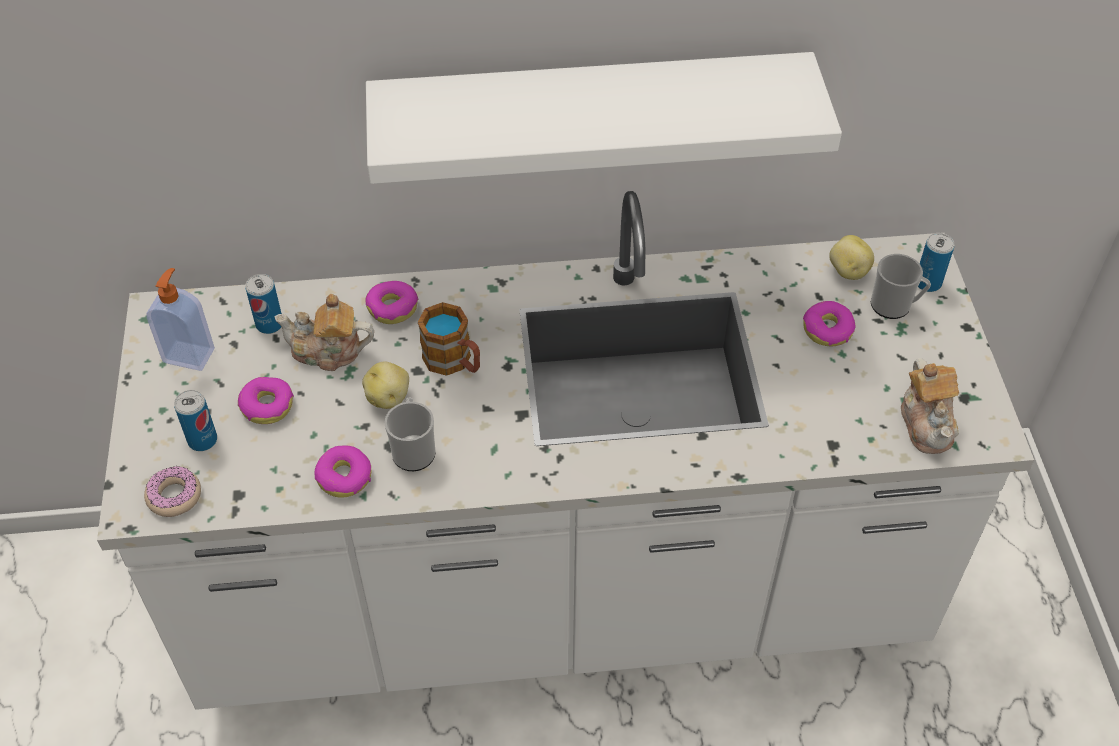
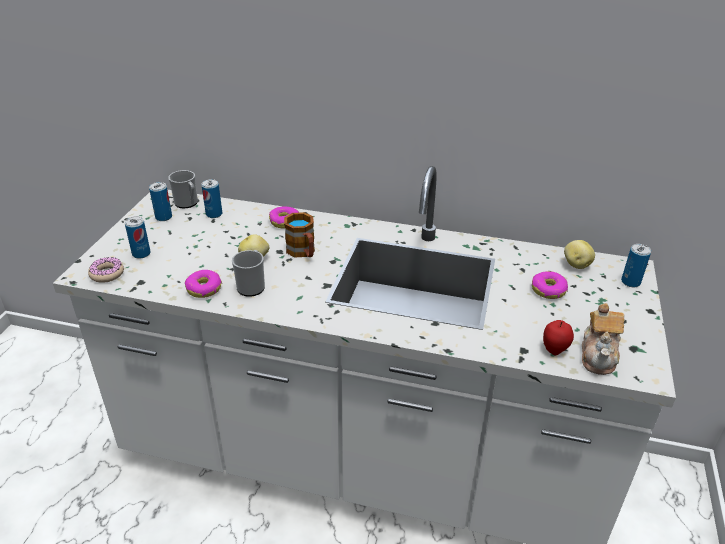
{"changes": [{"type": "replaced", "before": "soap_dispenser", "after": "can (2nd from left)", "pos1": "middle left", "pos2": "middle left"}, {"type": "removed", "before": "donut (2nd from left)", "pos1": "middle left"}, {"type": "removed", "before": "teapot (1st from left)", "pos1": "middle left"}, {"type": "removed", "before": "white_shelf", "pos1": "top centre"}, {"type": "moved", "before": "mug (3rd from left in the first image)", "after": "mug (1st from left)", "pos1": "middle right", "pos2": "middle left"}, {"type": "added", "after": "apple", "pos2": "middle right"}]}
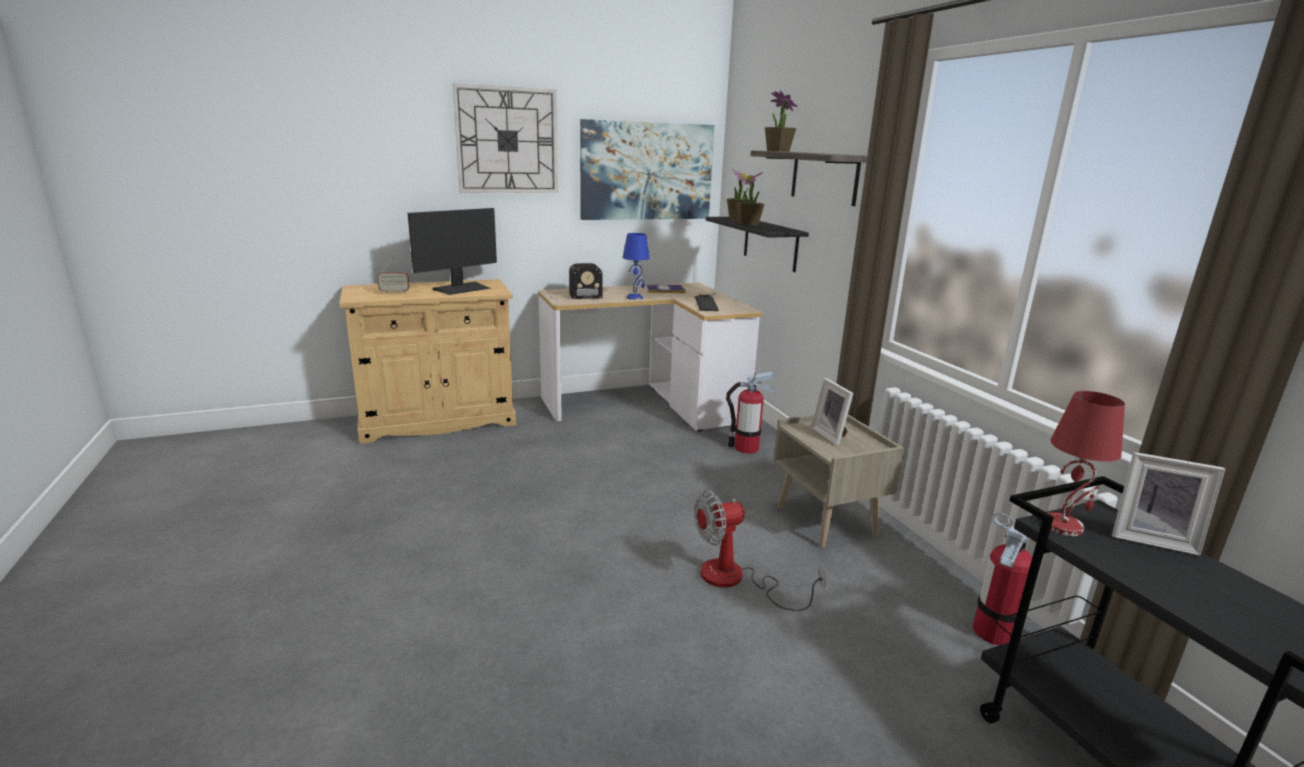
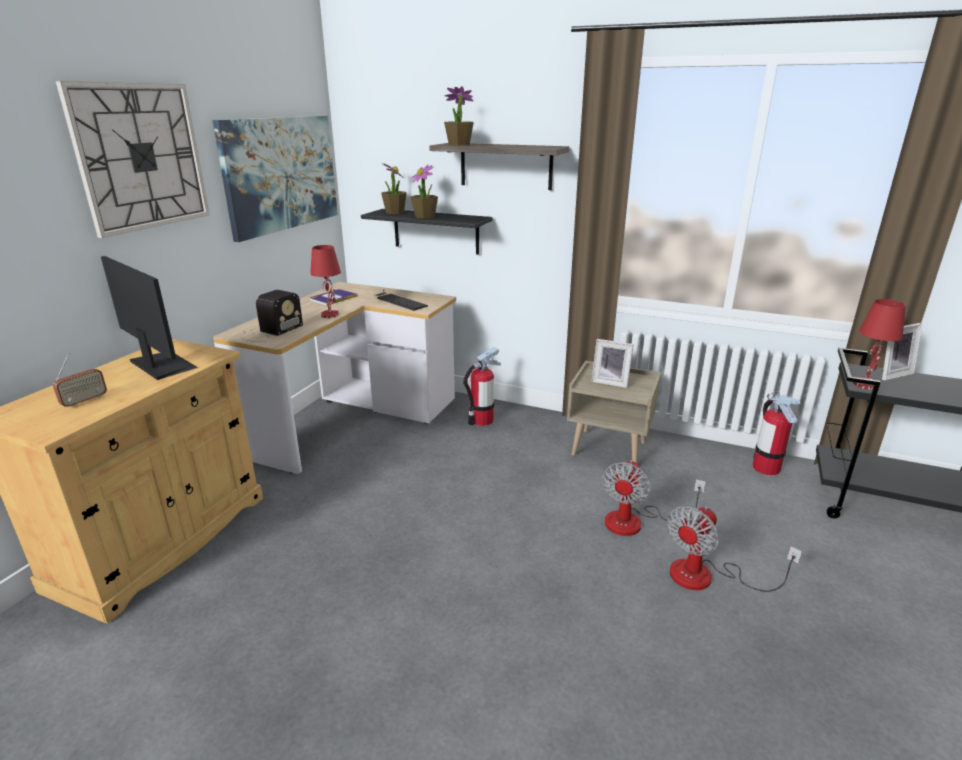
{"changes": [{"type": "turned", "before": "monitor", "pos1": "top centre", "pos2": "middle left", "turn": -45}, {"type": "recoloured", "before": "blue_table_lamp", "after": "red_table_lamp (1st from left)", "pos1": "centre", "pos2": "centre"}, {"type": "added", "after": "fan (2nd from left)", "pos2": "bottom right"}]}
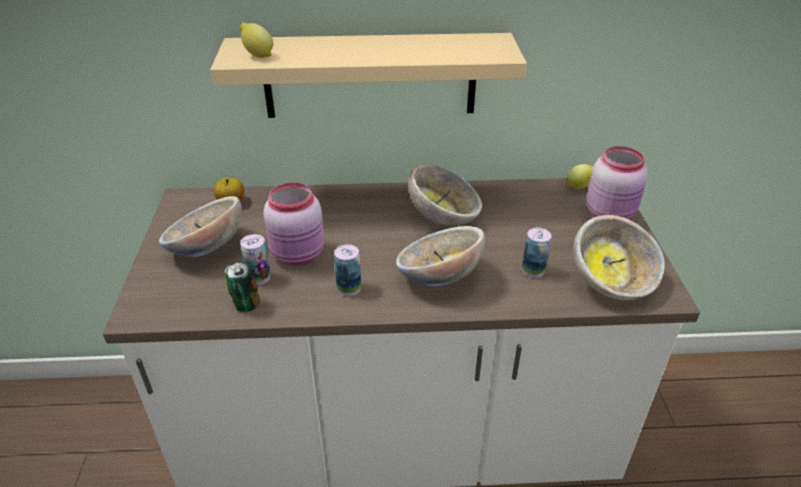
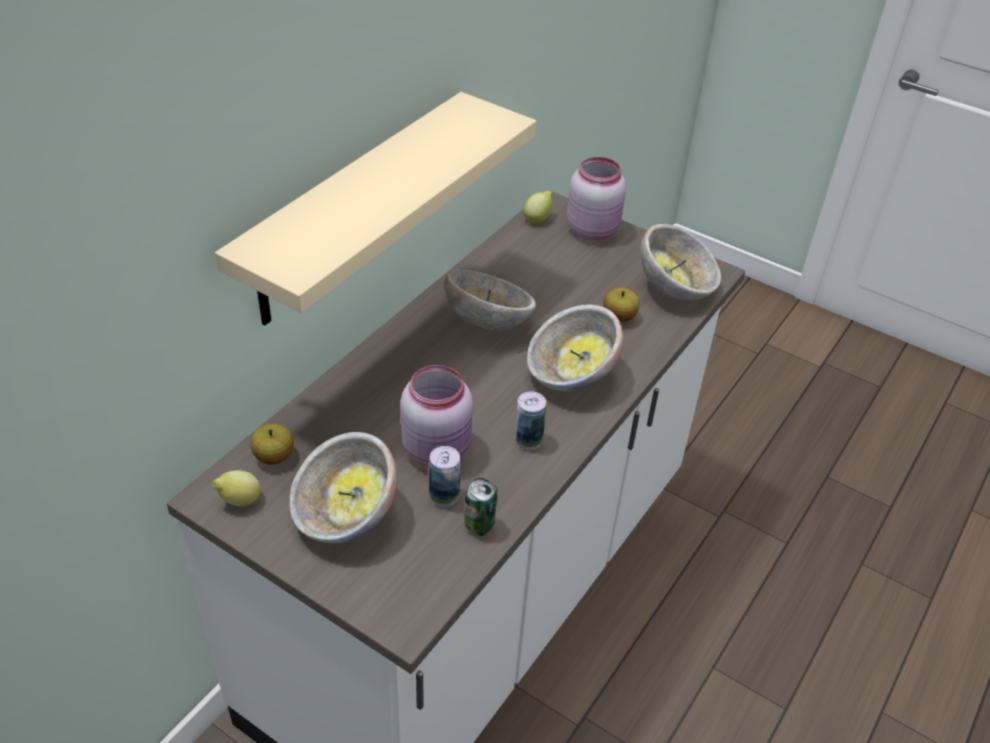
{"changes": [{"type": "moved", "before": "lemon (1st from left)", "pos1": "top left", "pos2": "middle left"}, {"type": "replaced", "before": "can (4th from left)", "after": "apple (2nd from left)", "pos1": "middle right", "pos2": "centre"}]}
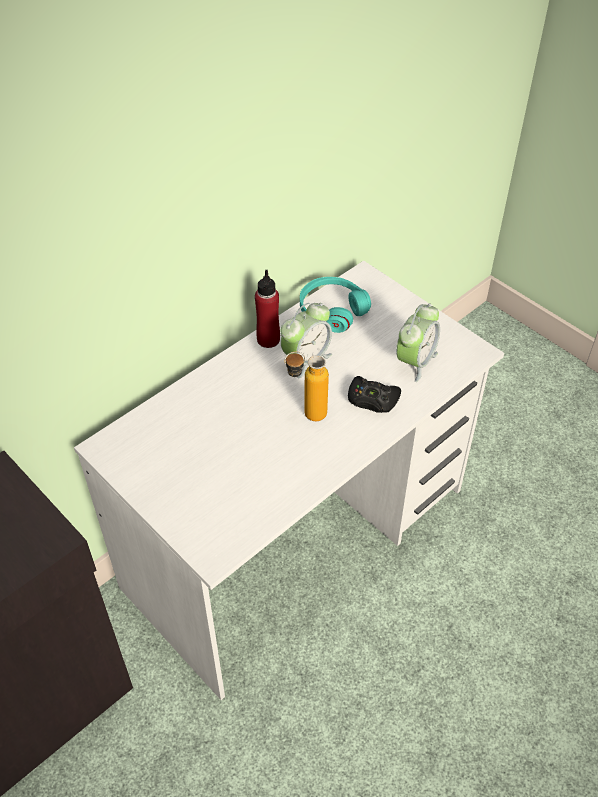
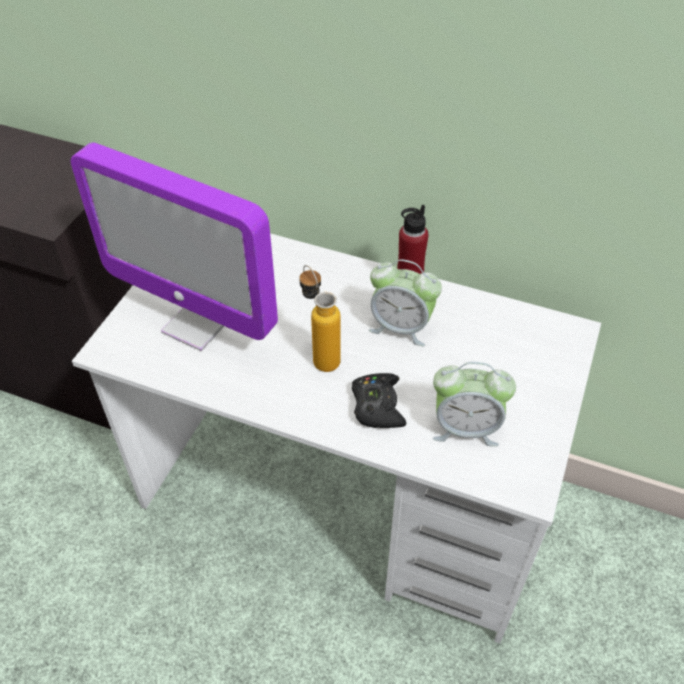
{"changes": [{"type": "removed", "before": "turquoise_headphones", "pos1": "centre"}, {"type": "added", "after": "monitor", "pos2": "middle left"}]}
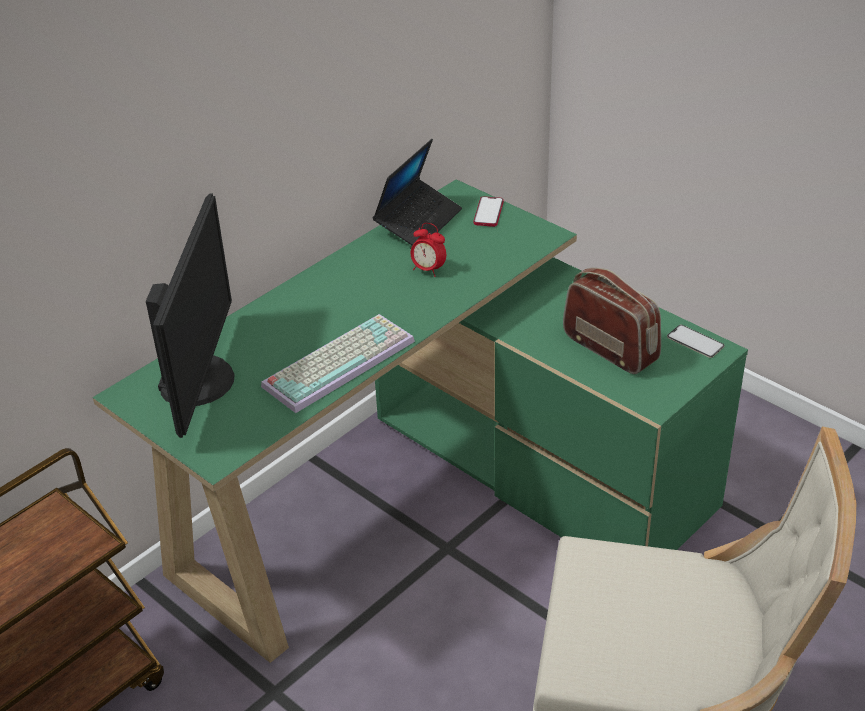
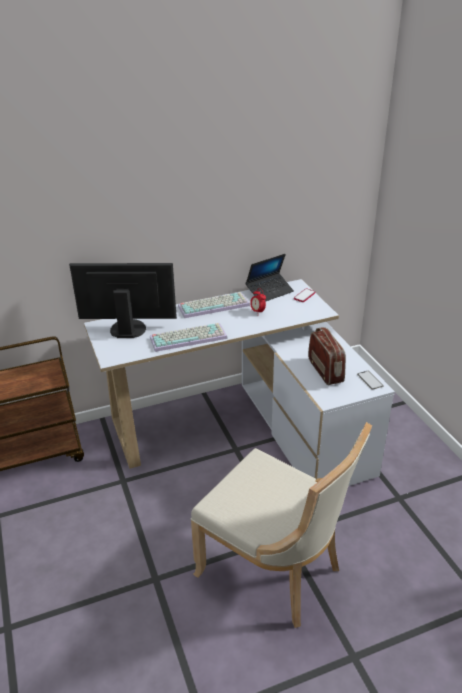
{"changes": [{"type": "recoloured", "before": "green_desk", "after": "white_desk", "pos1": "centre", "pos2": "centre"}, {"type": "turned", "before": "monitor", "pos1": "middle left", "pos2": "middle left", "turn": -120}, {"type": "added", "after": "keyboard (2nd from left)", "pos2": "centre"}]}
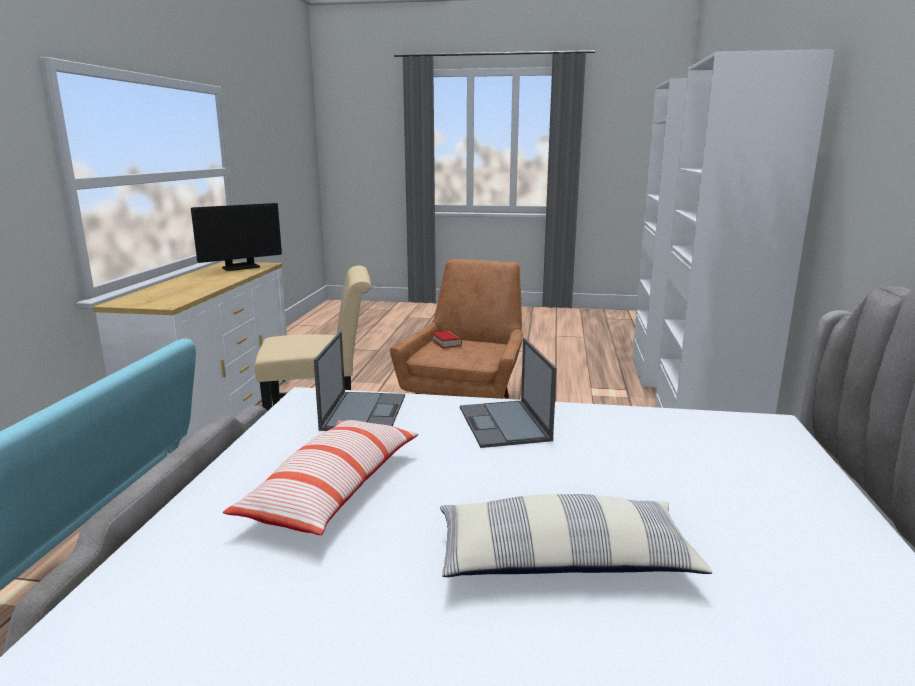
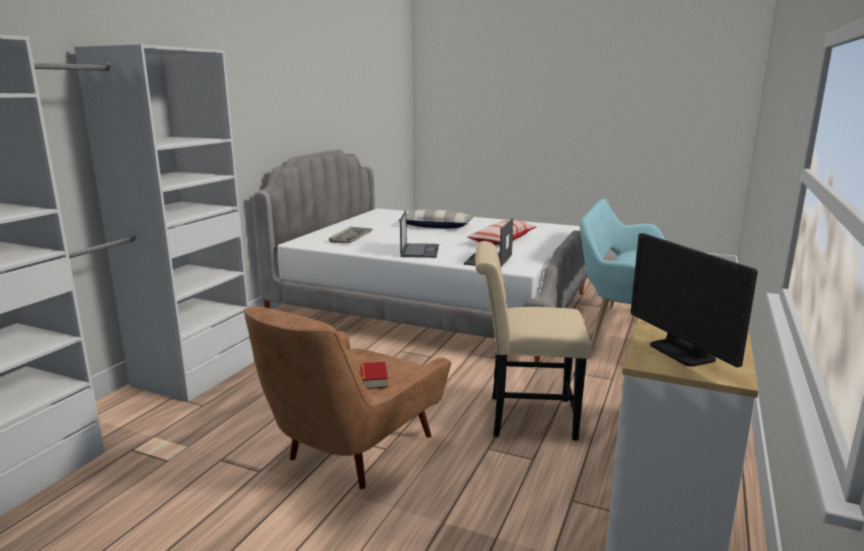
{"changes": [{"type": "turned", "before": "monitor", "pos1": "middle left", "pos2": "middle right", "turn": -90}, {"type": "added", "after": "keyboard", "pos2": "centre"}]}
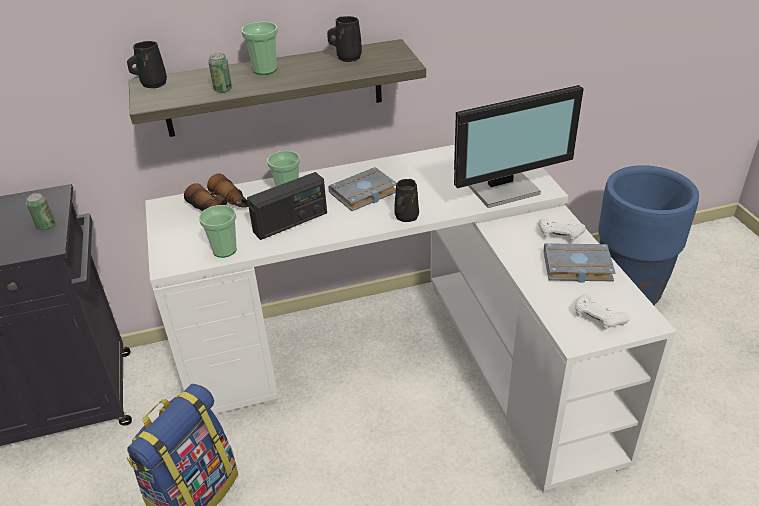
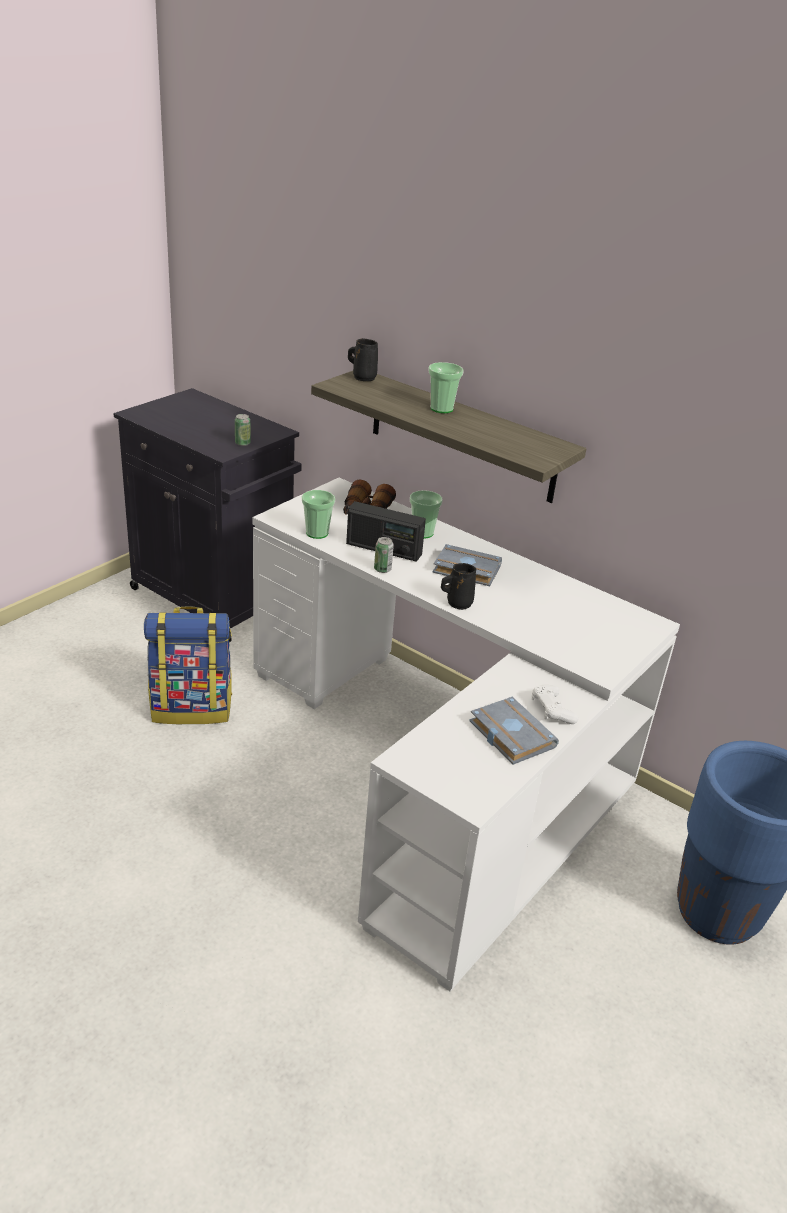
{"changes": [{"type": "moved", "before": "can (2nd from left)", "pos1": "top left", "pos2": "centre"}, {"type": "removed", "before": "black_mug (2nd from left)", "pos1": "top centre"}, {"type": "removed", "before": "monitor", "pos1": "top right"}, {"type": "removed", "before": "white_game_controller (2nd from left)", "pos1": "middle right"}]}
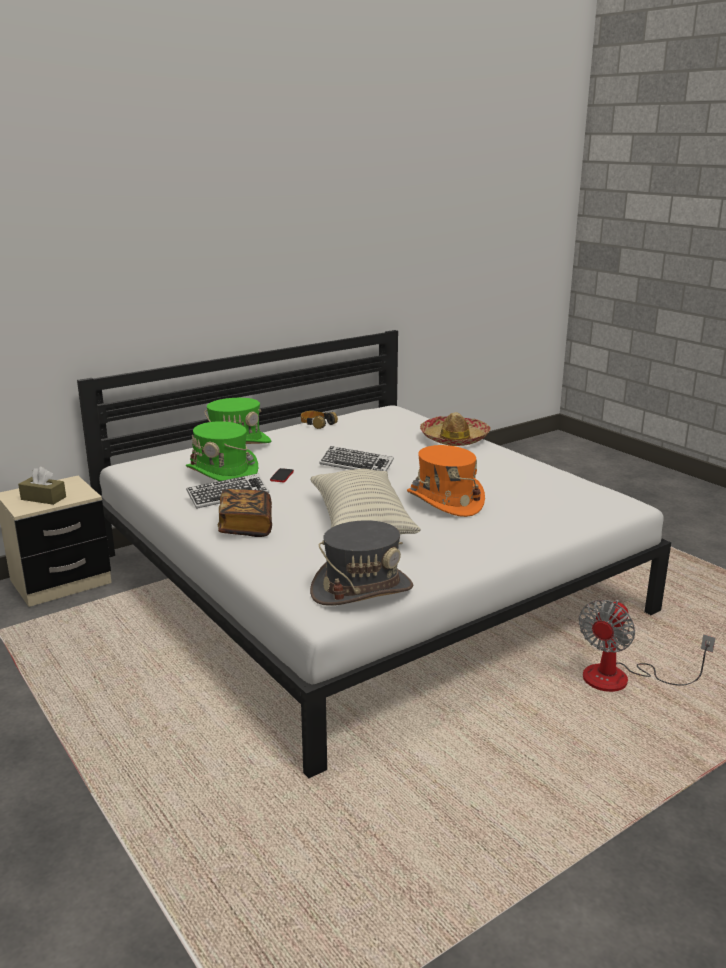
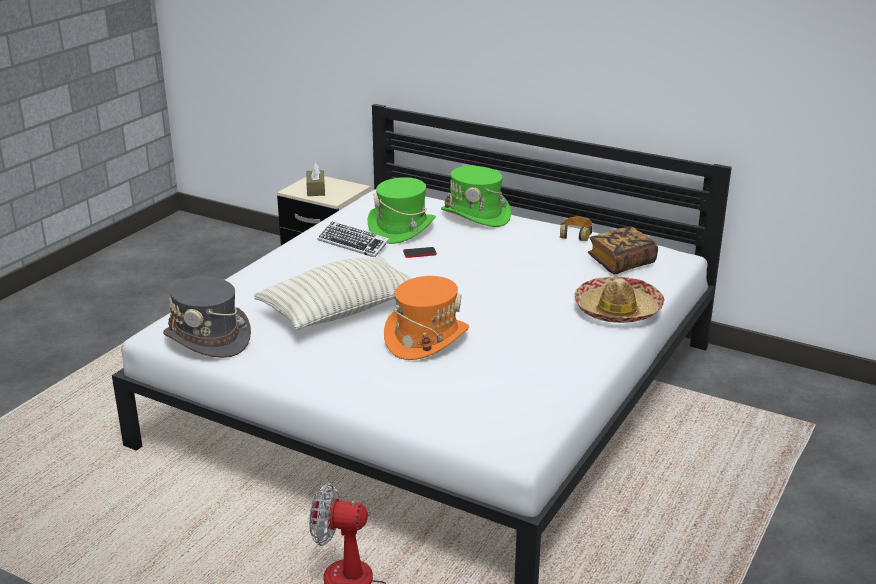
{"changes": [{"type": "moved", "before": "book", "pos1": "centre", "pos2": "middle right"}, {"type": "removed", "before": "keyboard (2nd from left)", "pos1": "centre"}]}
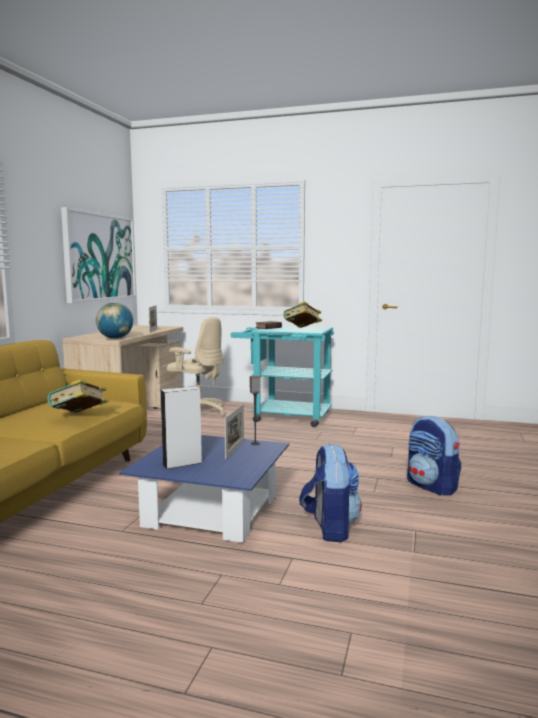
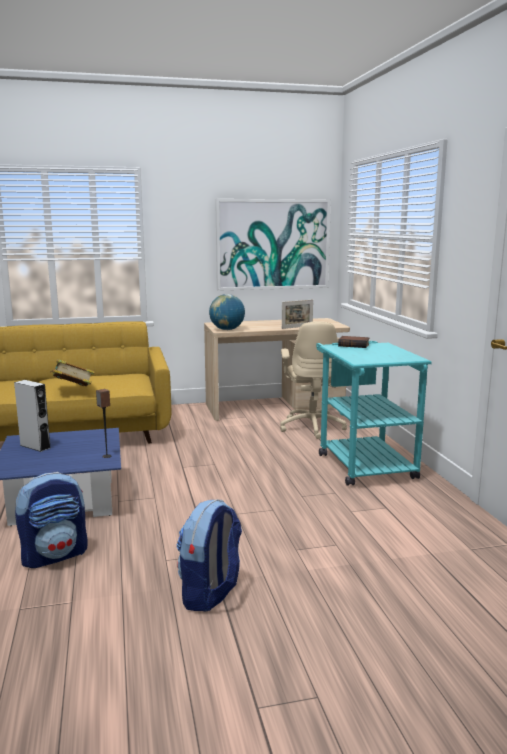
{"changes": [{"type": "removed", "before": "picture_frame (2nd from left)", "pos1": "centre"}, {"type": "removed", "before": "book (3rd from left)", "pos1": "centre"}]}
